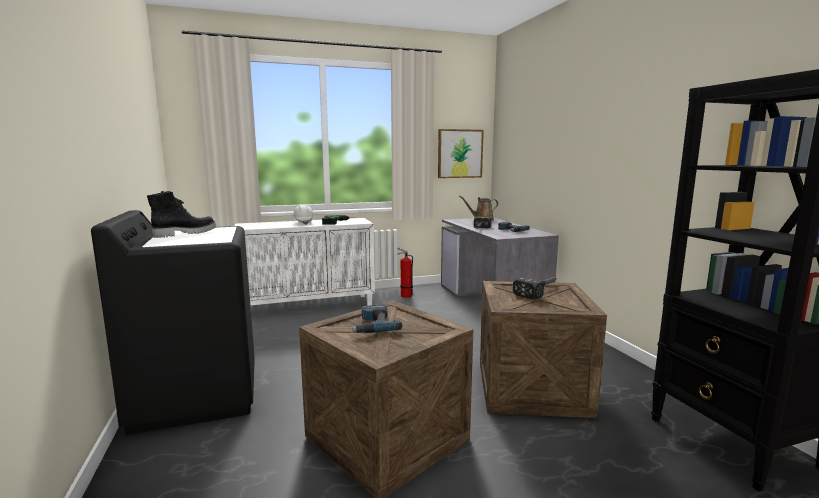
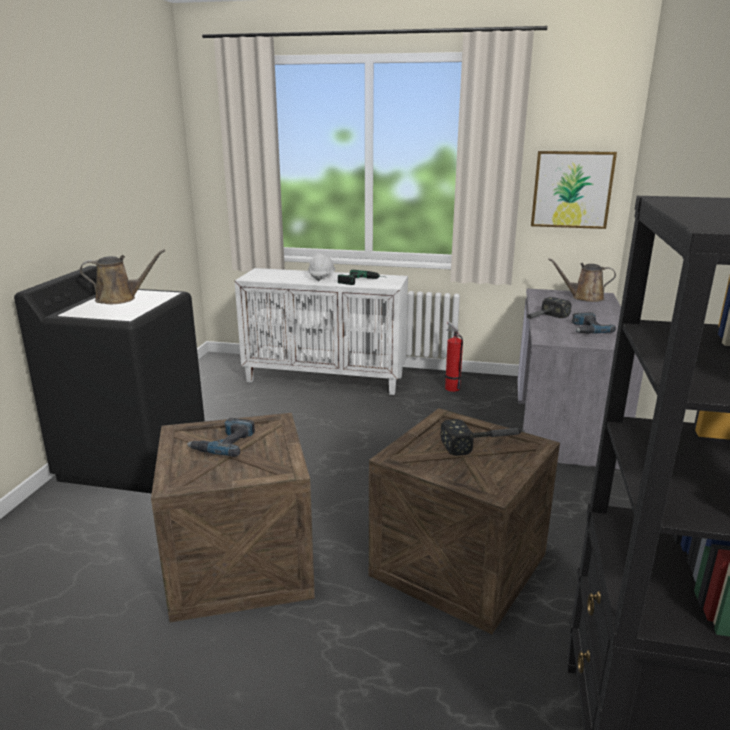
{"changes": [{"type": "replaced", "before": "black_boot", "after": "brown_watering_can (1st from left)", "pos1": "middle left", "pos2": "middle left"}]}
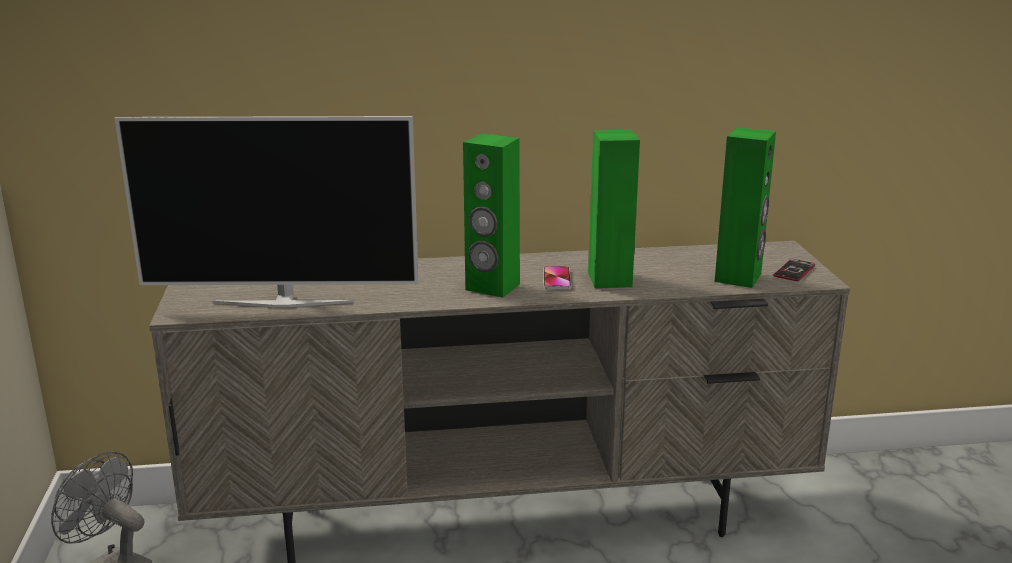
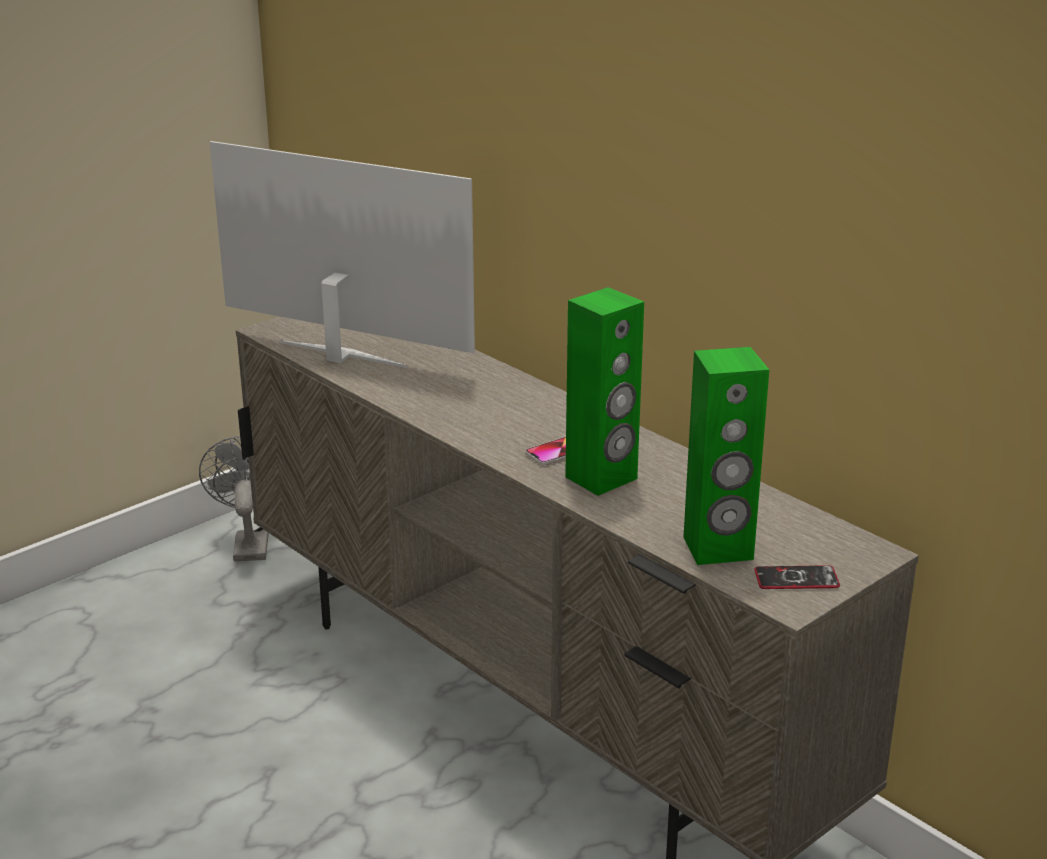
{"changes": [{"type": "turned", "before": "television", "pos1": "middle left", "pos2": "top left", "turn": 150}, {"type": "removed", "before": "green_speaker (1st from left)", "pos1": "centre"}]}
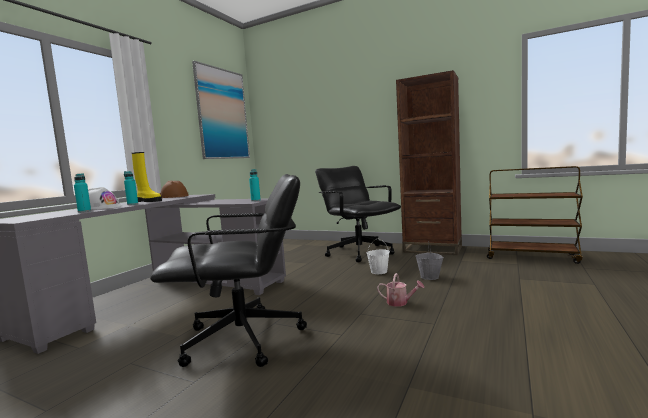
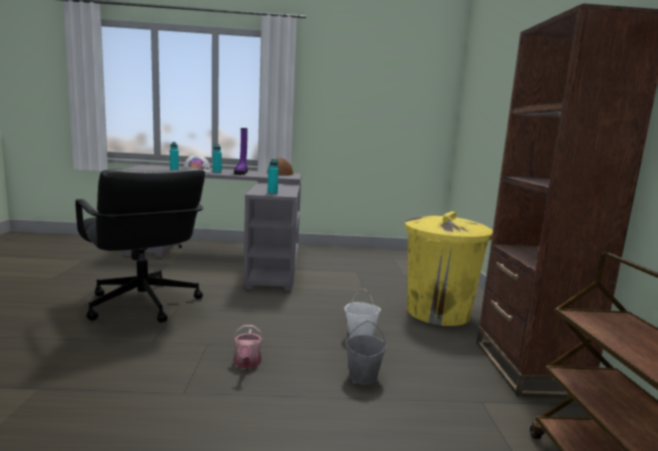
{"changes": [{"type": "recoloured", "before": "yellow_boot", "after": "purple_boot", "pos1": "middle left", "pos2": "centre"}, {"type": "removed", "before": "picture", "pos1": "top centre"}, {"type": "replaced", "before": "black_office_chair (2nd from left)", "after": "yellow_trash_can", "pos1": "centre", "pos2": "middle right"}]}
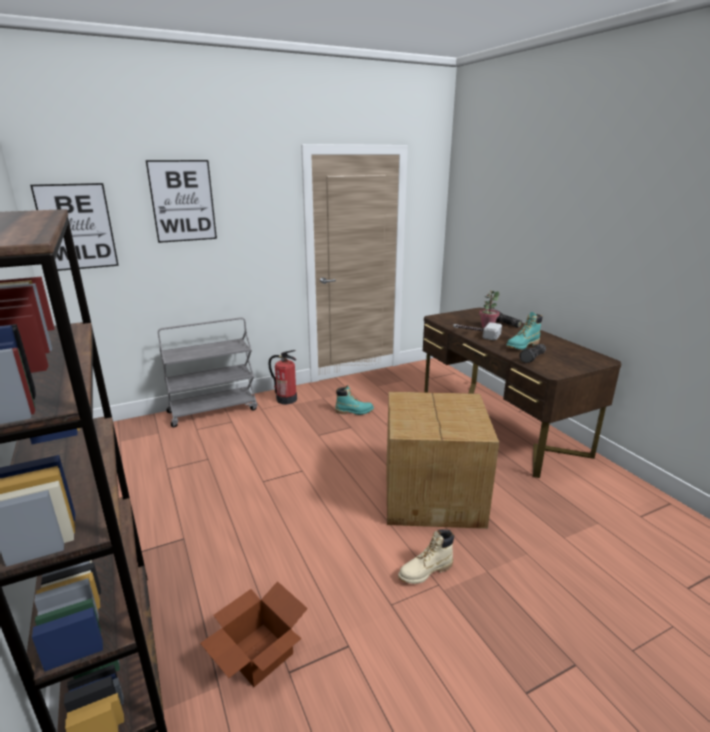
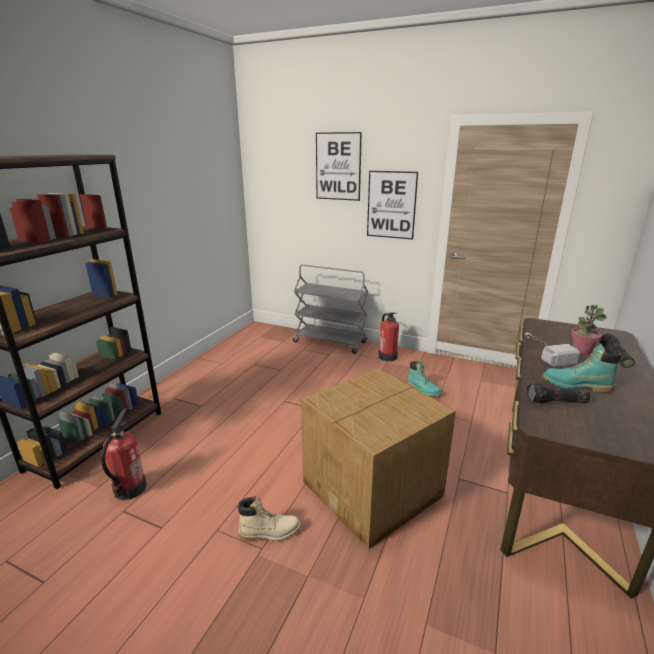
{"changes": [{"type": "moved", "before": "picture (1st from left in the first image)", "after": "picture (2nd from left)", "pos1": "top left", "pos2": "top centre"}, {"type": "replaced", "before": "cardboard_box (1st from left)", "after": "fire_extinguisher (1st from left)", "pos1": "bottom centre", "pos2": "bottom left"}, {"type": "turned", "before": "beige_boot", "pos1": "bottom centre", "pos2": "bottom centre", "turn": 150}]}
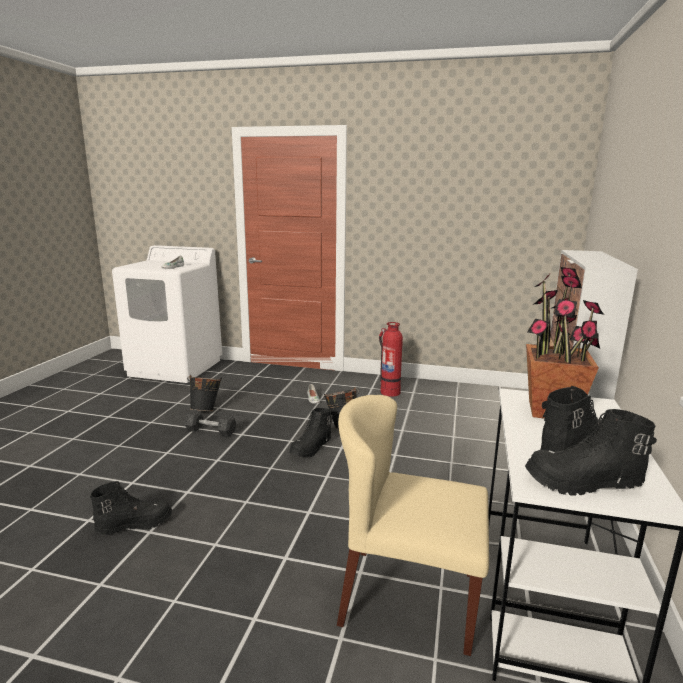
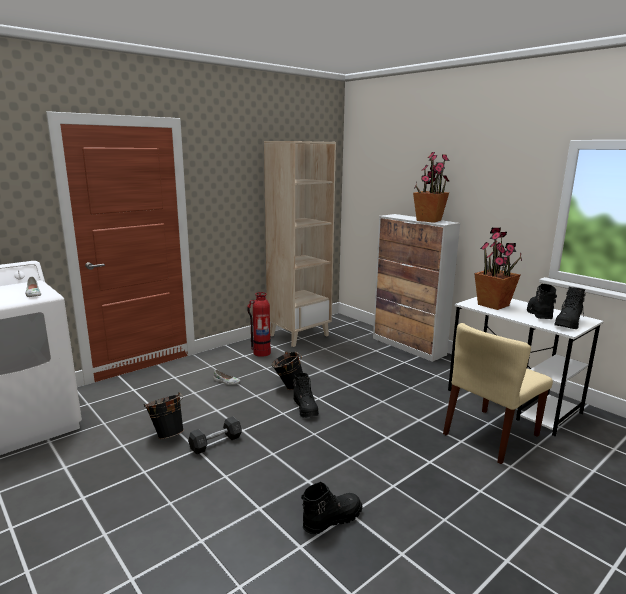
{"changes": [{"type": "turned", "before": "black_boot (1st from left in the first image)", "pos1": "bottom left", "pos2": "bottom centre", "turn": 45}, {"type": "added", "after": "beige_bookcase", "pos2": "centre"}, {"type": "added", "after": "potted_plant (1st from left)", "pos2": "top right"}]}
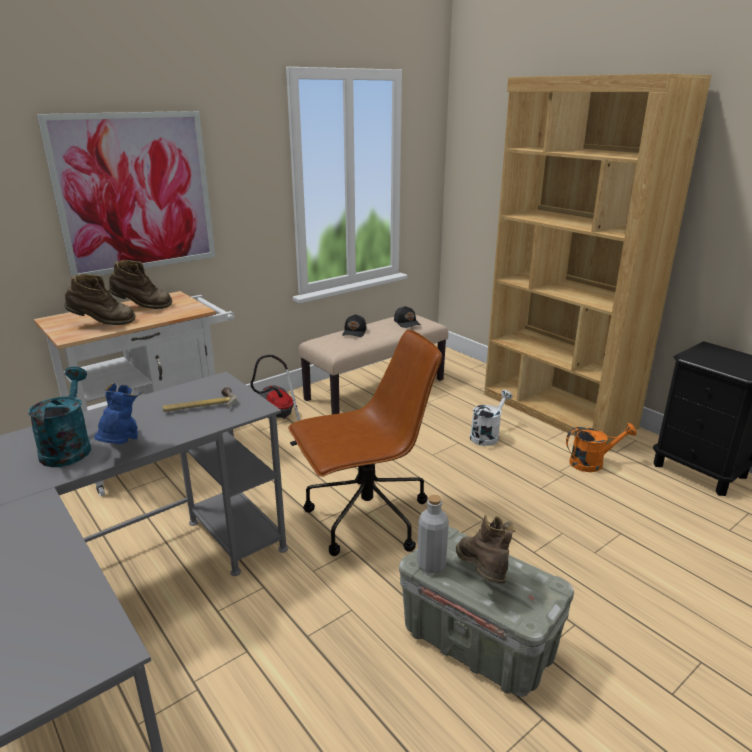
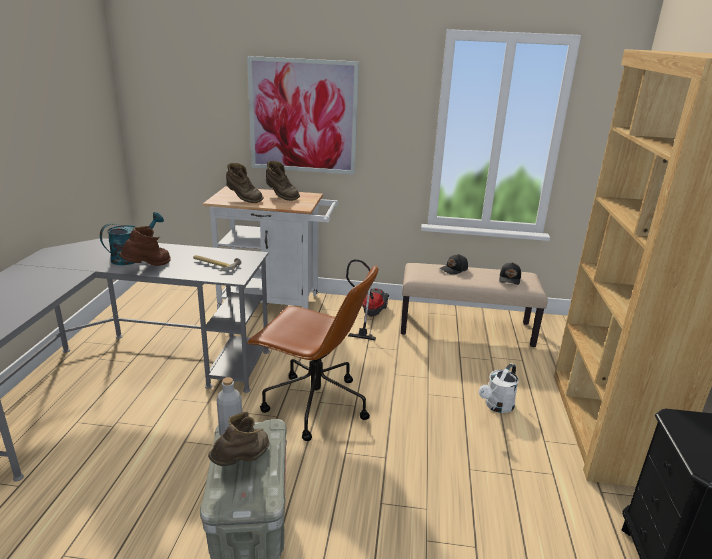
{"changes": [{"type": "recoloured", "before": "blue_boot", "after": "brown_boot (1st from left)", "pos1": "middle left", "pos2": "middle left"}, {"type": "turned", "before": "white_watering_can", "pos1": "centre", "pos2": "bottom right", "turn": 135}, {"type": "removed", "before": "orange_watering_can", "pos1": "middle right"}]}
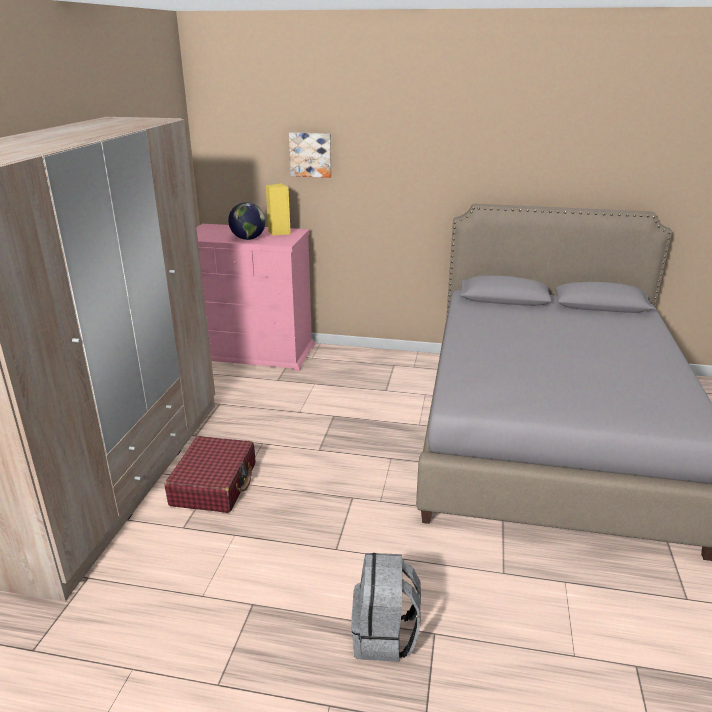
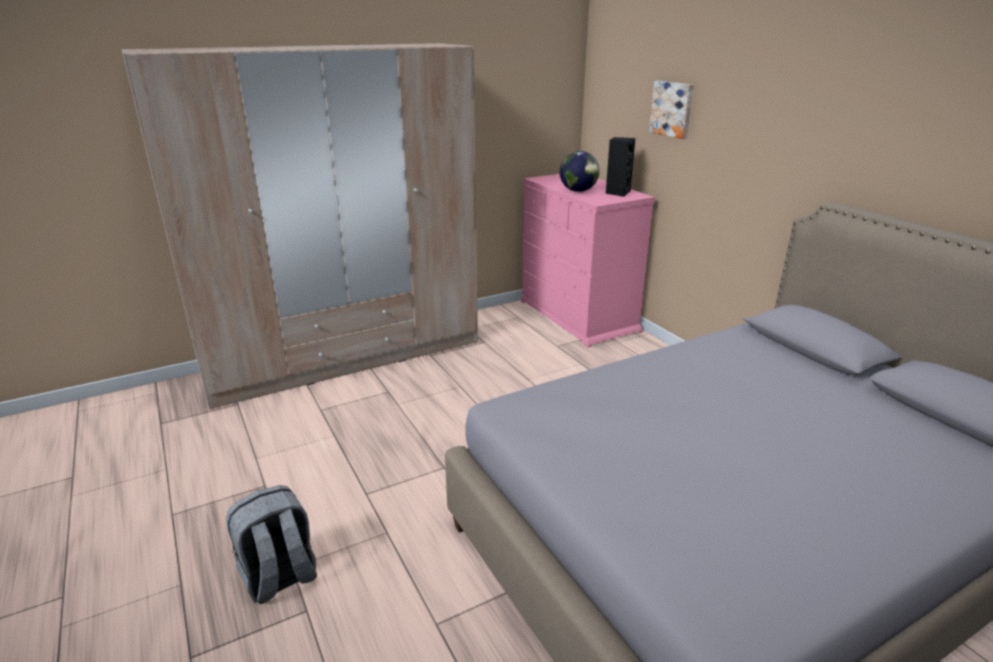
{"changes": [{"type": "removed", "before": "red_suitcase", "pos1": "middle left"}, {"type": "recoloured", "before": "yellow_speaker", "after": "black_speaker", "pos1": "top centre", "pos2": "top centre"}]}
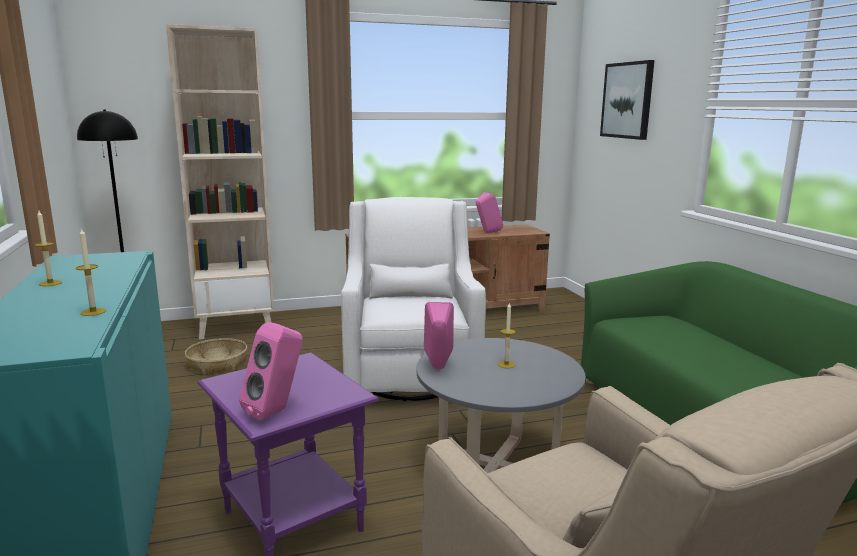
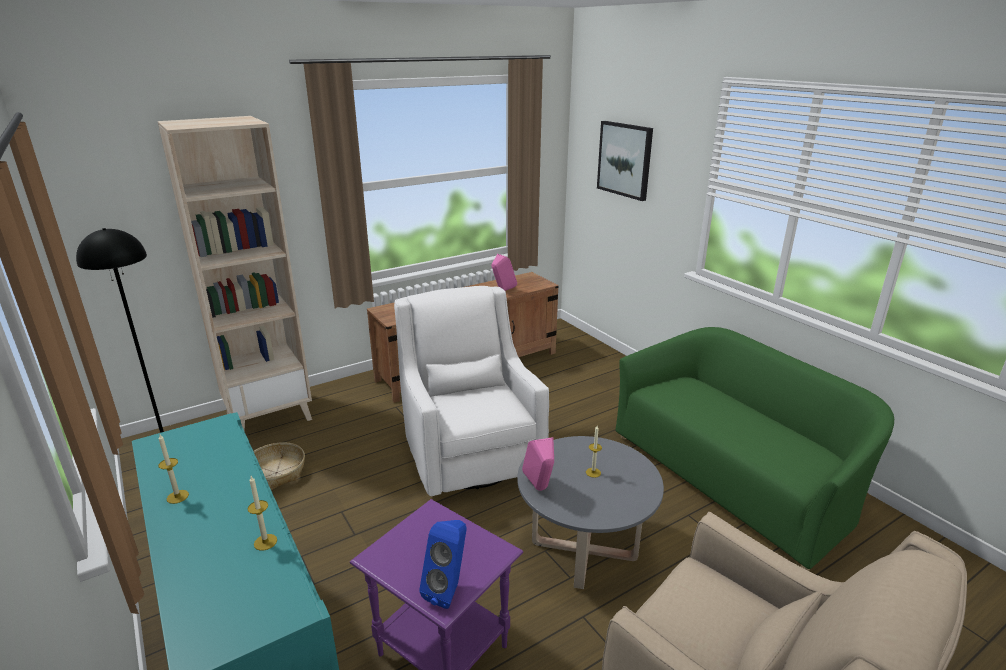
{"changes": [{"type": "recoloured", "before": "pink_speaker (1st from left)", "after": "blue_speaker", "pos1": "bottom left", "pos2": "bottom centre"}]}
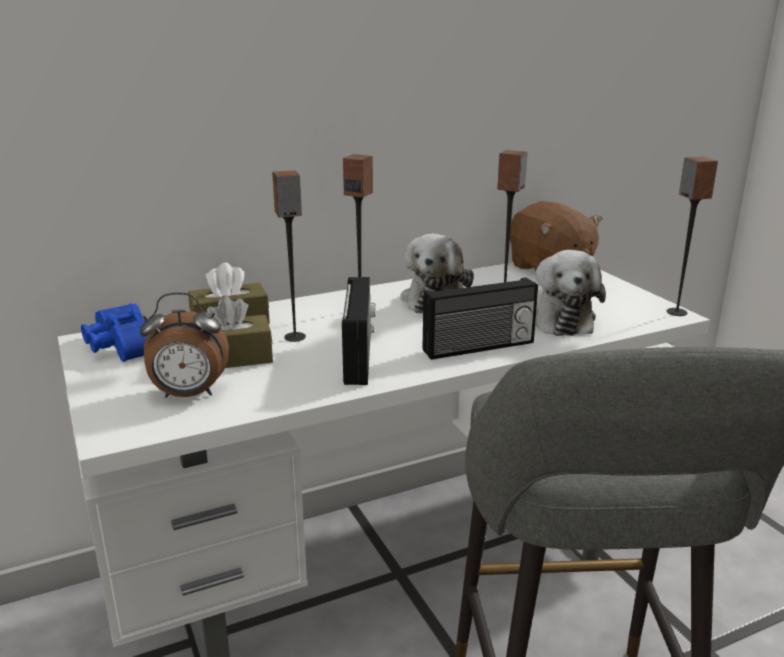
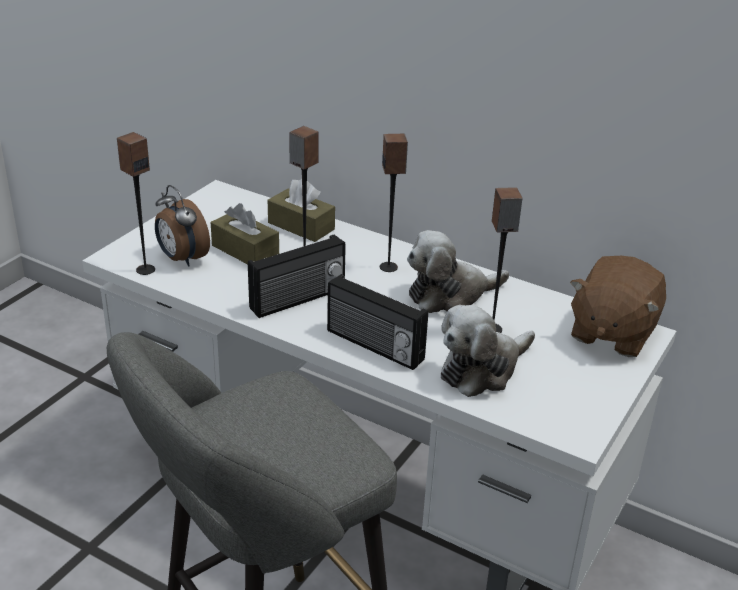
{"changes": [{"type": "removed", "before": "blue_binoculars", "pos1": "middle left"}, {"type": "moved", "before": "speaker (4th from left in the first image)", "after": "speaker (1st from left)", "pos1": "middle right", "pos2": "middle left"}]}
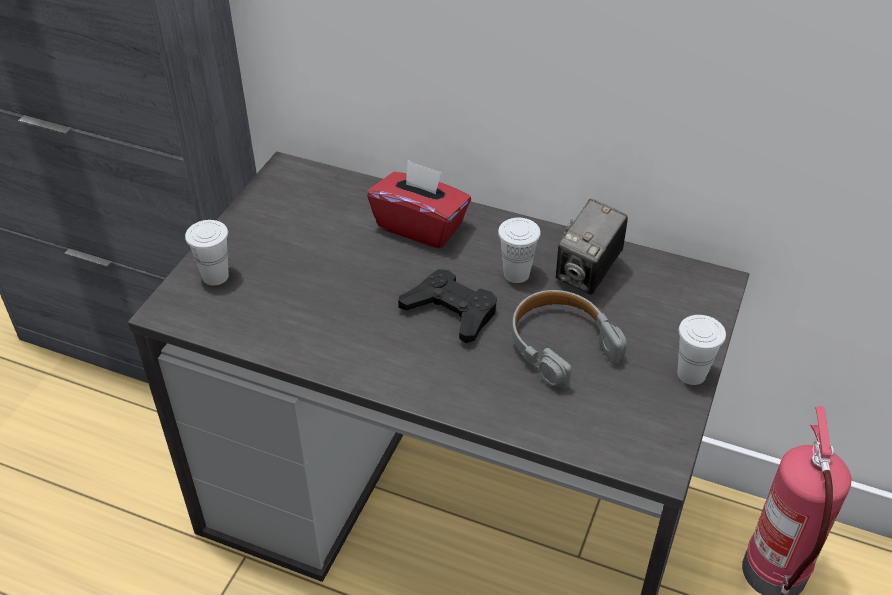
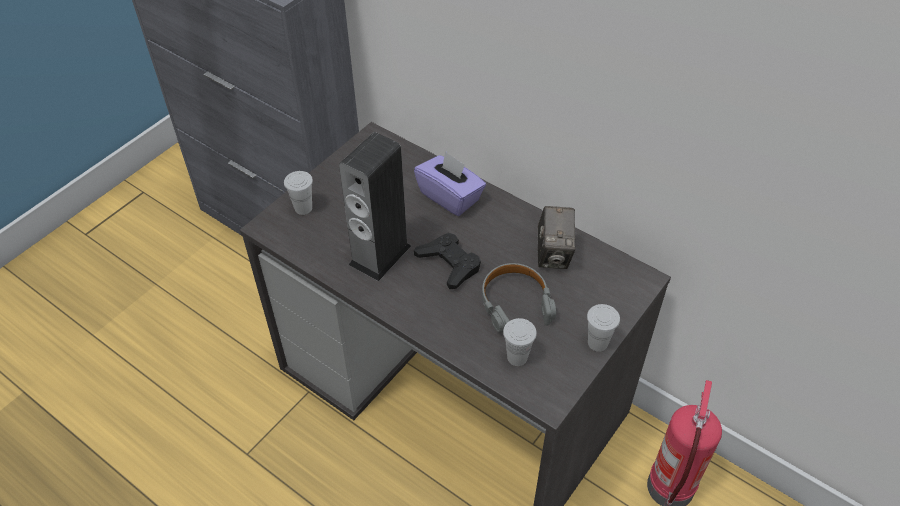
{"changes": [{"type": "recoloured", "before": "red_tissue_box", "after": "purple_tissue_box", "pos1": "centre", "pos2": "centre"}, {"type": "moved", "before": "white_cup (2nd from left)", "pos1": "centre", "pos2": "bottom centre"}, {"type": "turned", "before": "photo_camera", "pos1": "centre", "pos2": "centre", "turn": -45}, {"type": "added", "after": "speaker", "pos2": "centre"}]}
